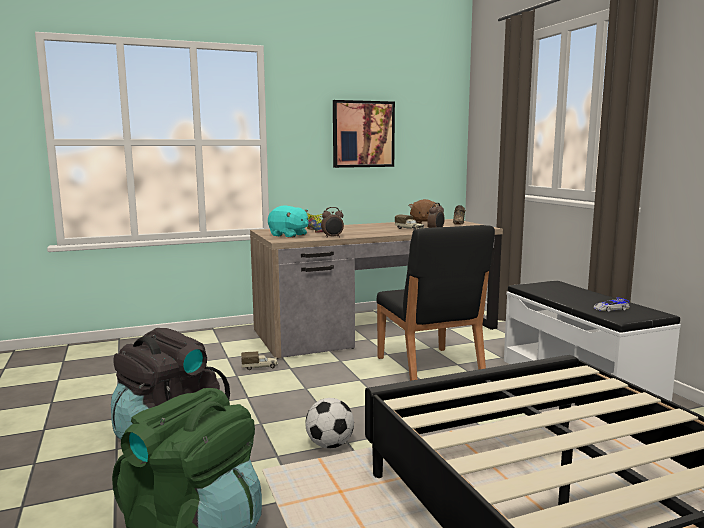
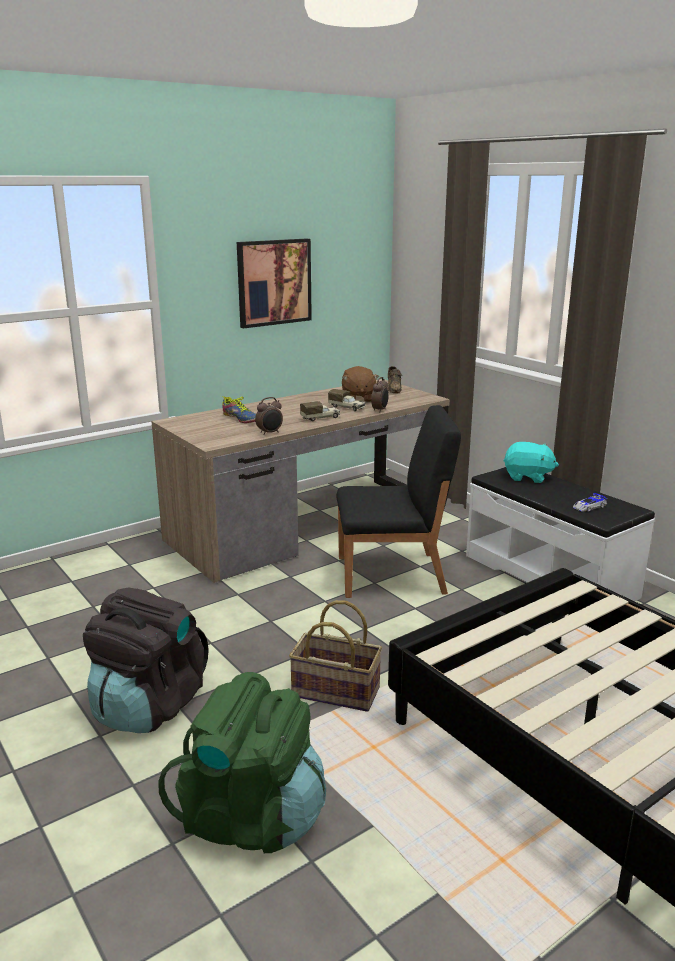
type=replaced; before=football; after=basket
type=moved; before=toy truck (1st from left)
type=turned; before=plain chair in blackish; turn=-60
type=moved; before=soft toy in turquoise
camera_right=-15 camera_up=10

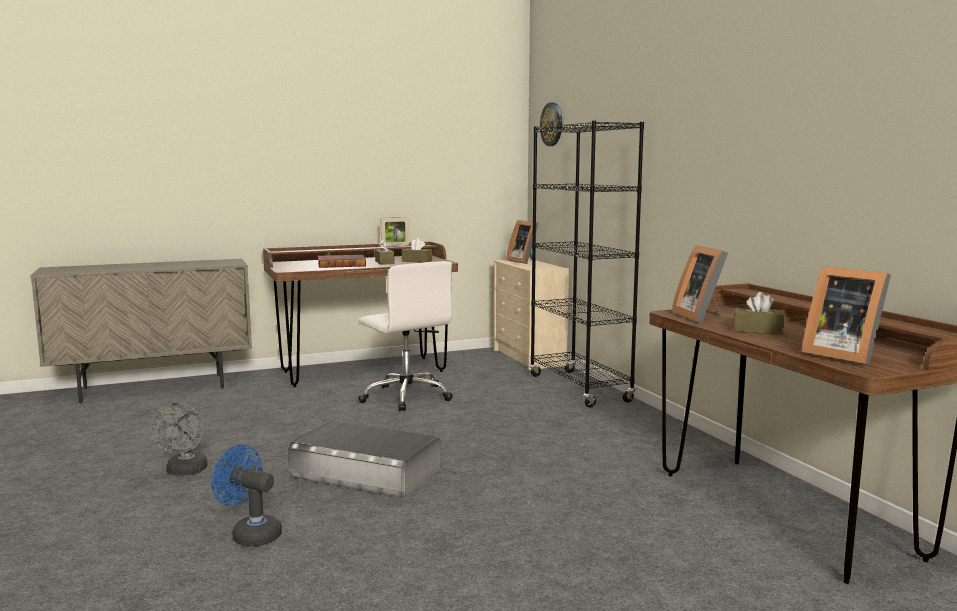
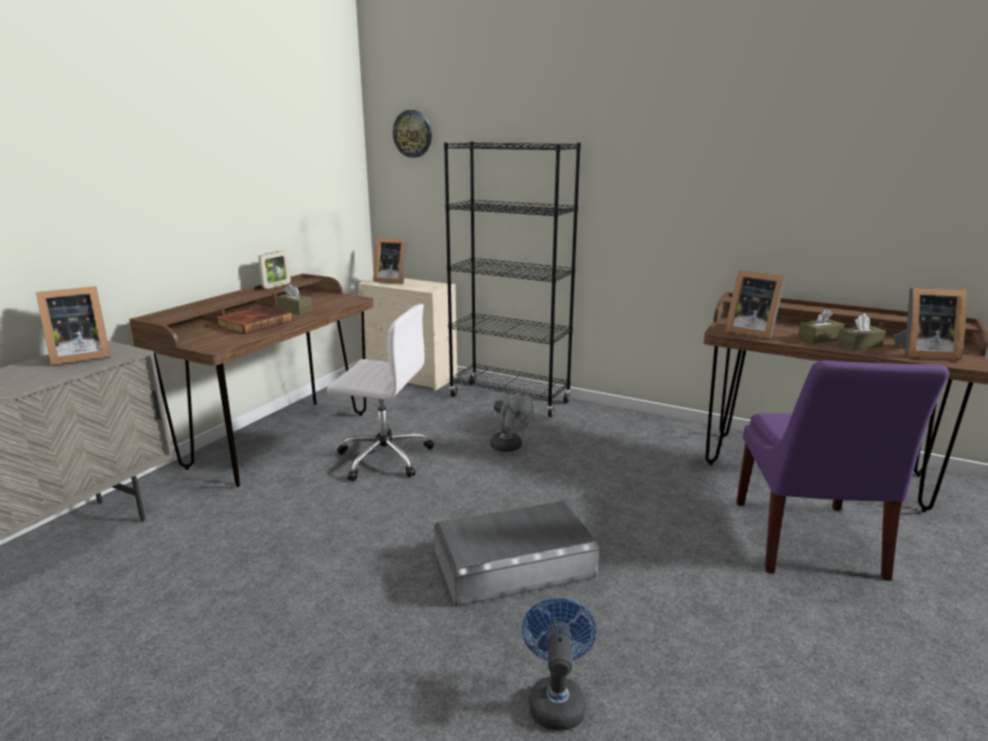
type=added; after=photo frame (1st from left)
type=moved; before=cooling fan in gray
type=turned; before=cooling fan in bluish; turn=105
type=added; after=plain chair in purple
type=moved; before=tissue holder in brown (2nd from left in the first image); after=tissue holder in brown (3rd from left)
camera_right=-40 camera_up=10

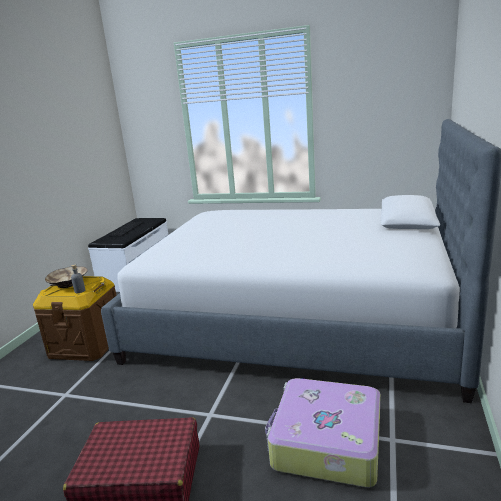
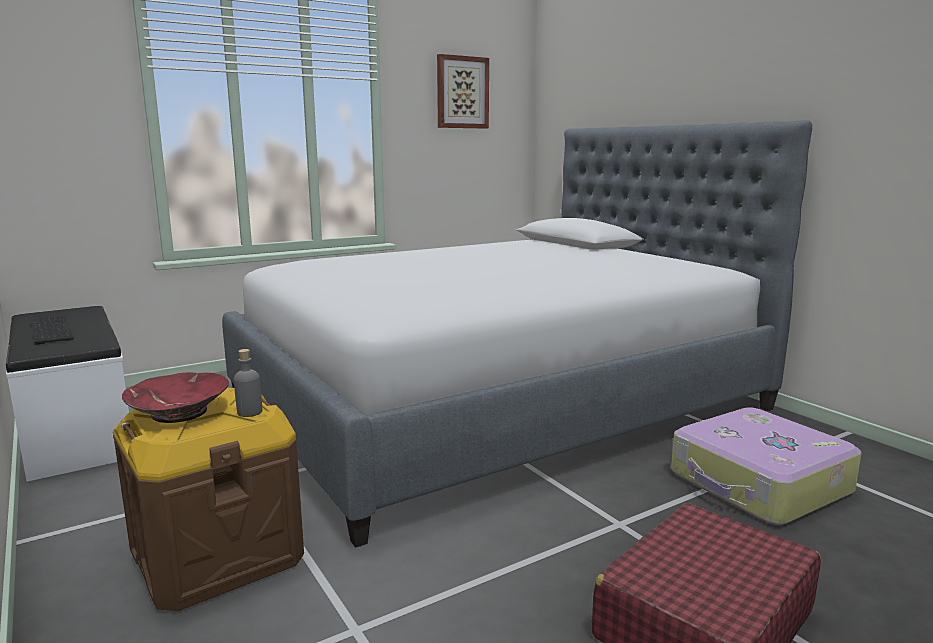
type=recoloured; before=bowl in beige-coloured; after=bowl in reddish
type=added; after=wall art
camera_right=-50 camera_up=-5

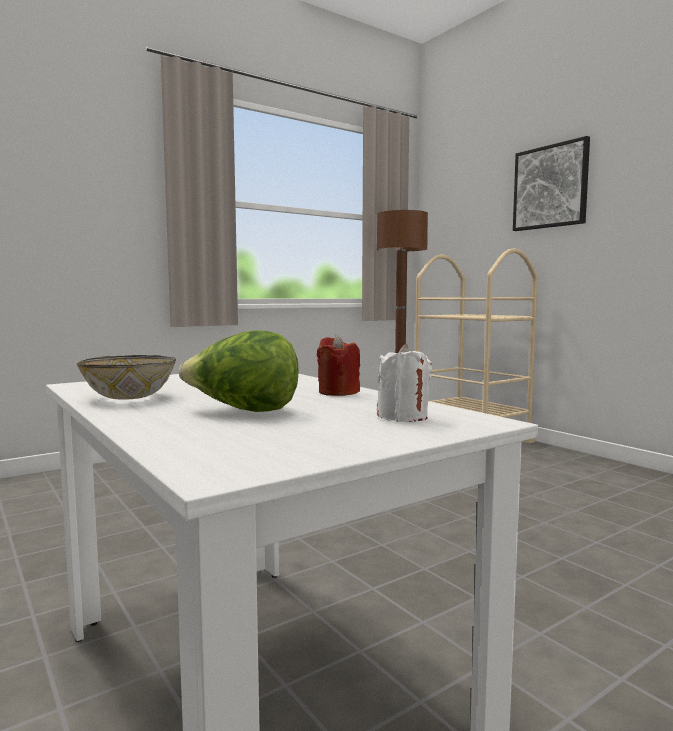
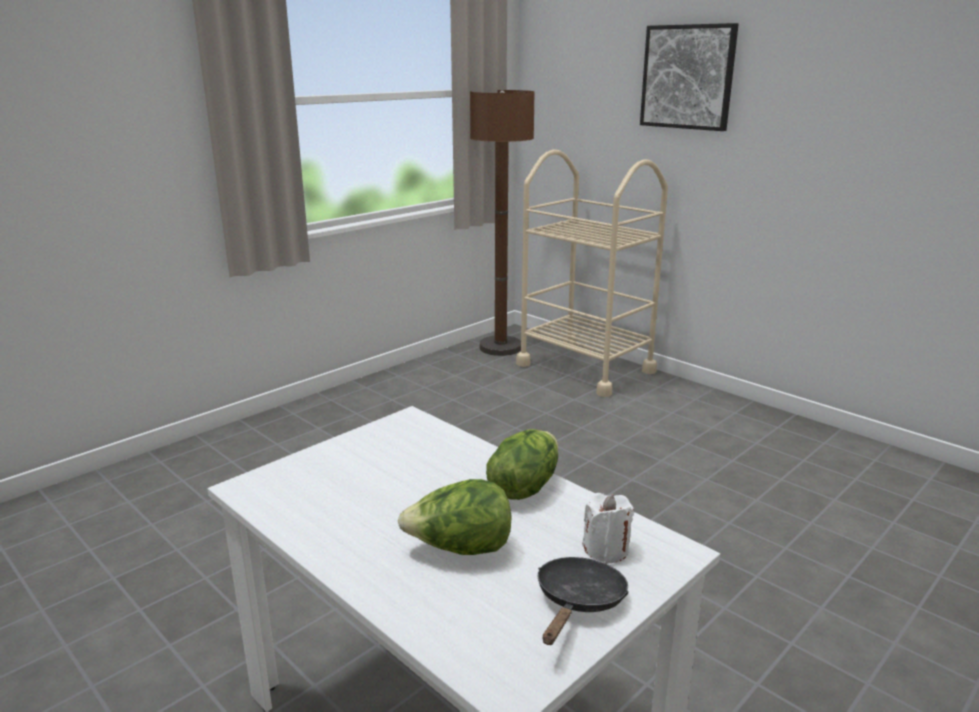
type=replaced; before=wax light in reddish; after=head of lettuce (2nd from left)
type=added; after=pan in blackish
type=removed; before=bowl
camera_right=-10 camera_up=15

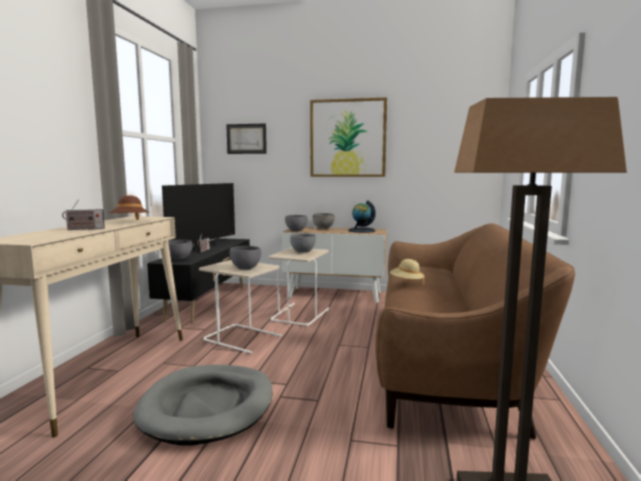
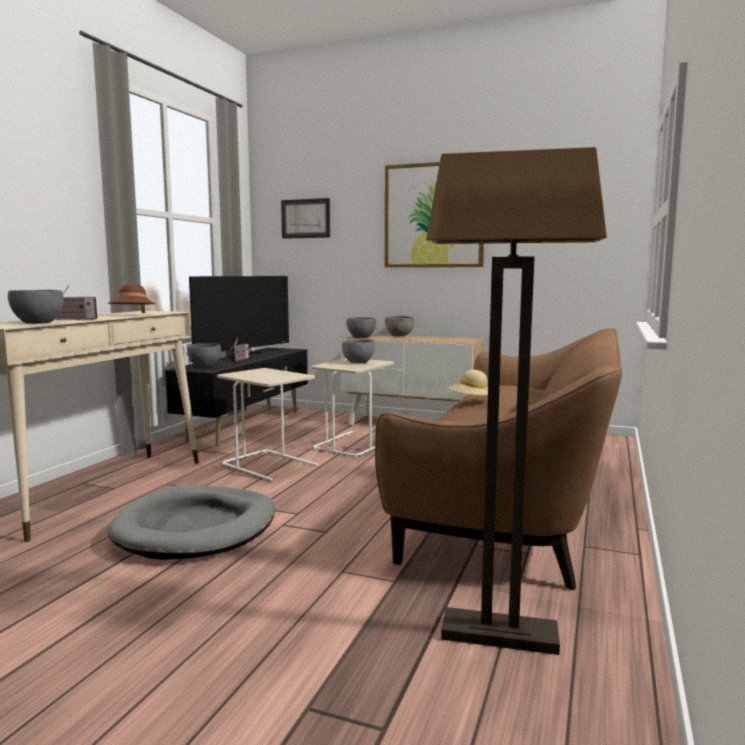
type=moved; before=bowl in gray (2nd from left in the first image); after=bowl in gray (1st from left)
type=removed; before=desk globe
camera_right=10 camera_up=0

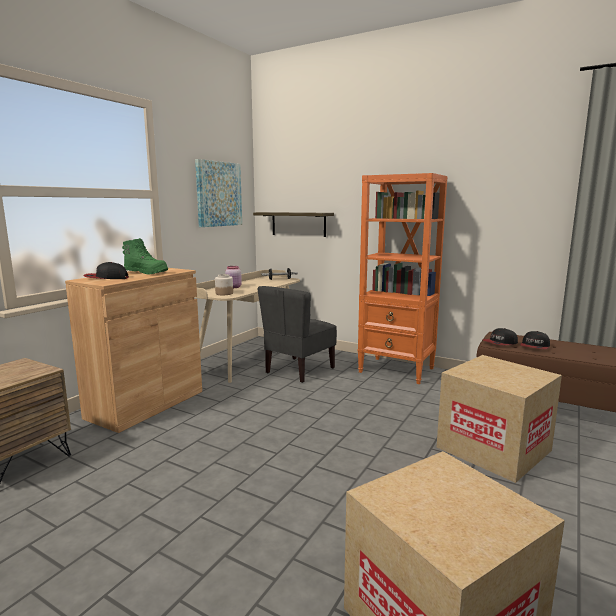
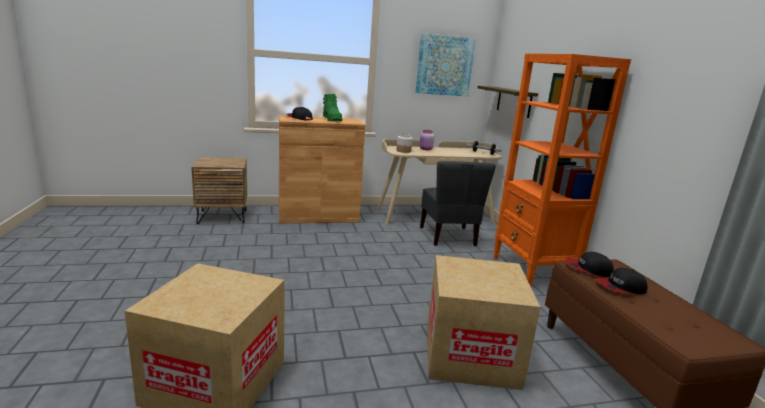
type=turned; before=plain chair in gray; turn=-90
camera_right=45 camera_up=5

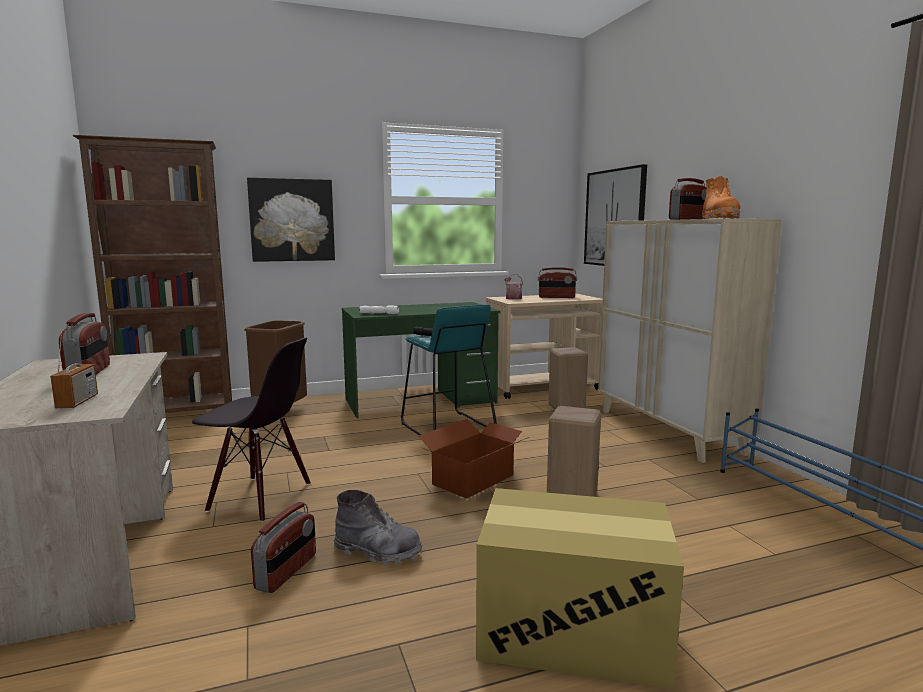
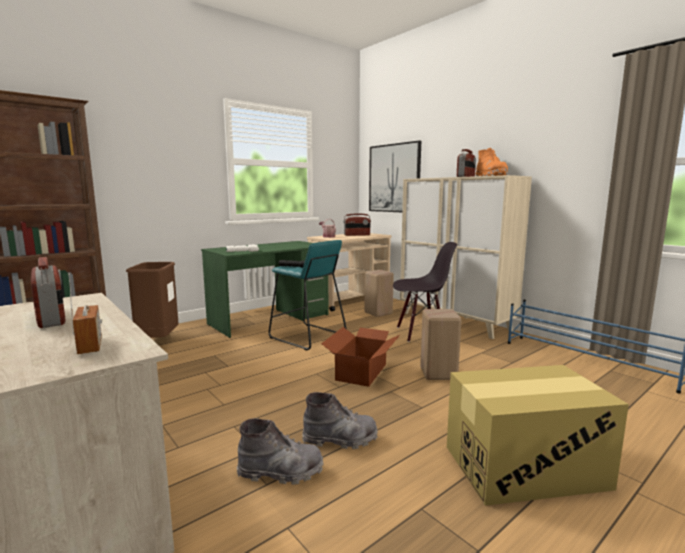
type=replaced; before=radio receiver (3rd from left); after=tall boot in gray (1st from left)
type=moved; before=plain chair in blackish
type=removed; before=wall art (1st from left)
camera_right=-20 camera_up=0

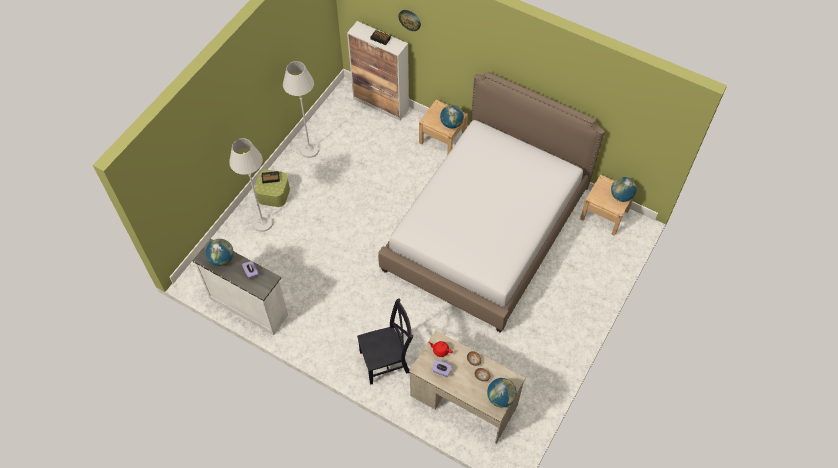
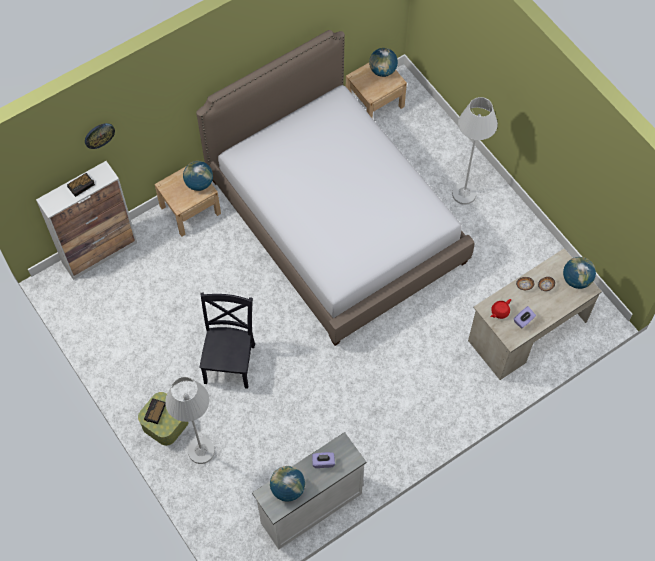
type=moved; before=plain chair in blackish
type=moved; before=standard lamp in whitish (2nd from left)
camera_right=-65 camera_up=5

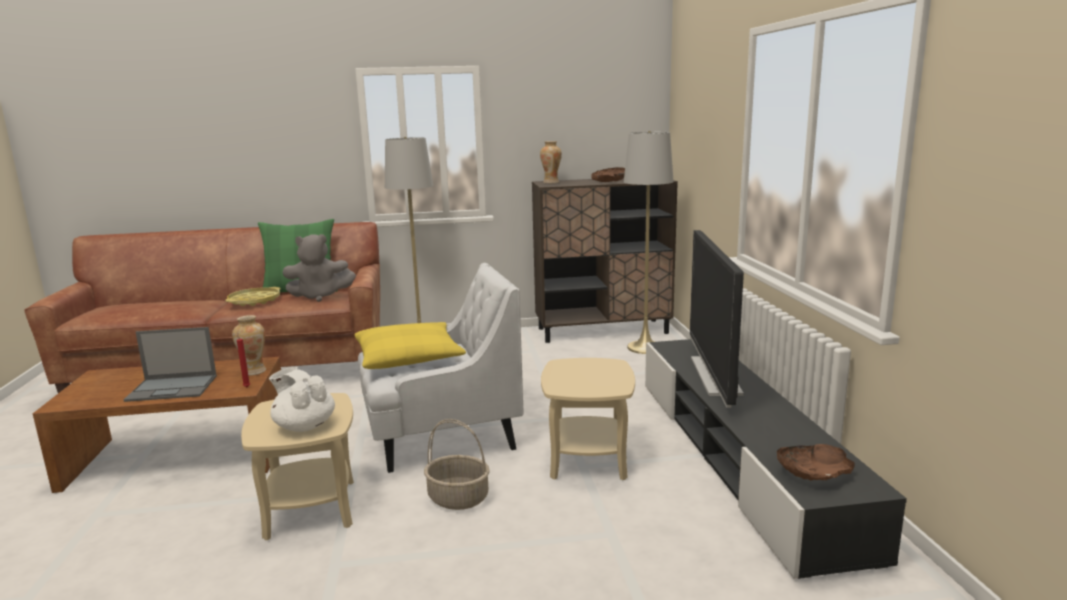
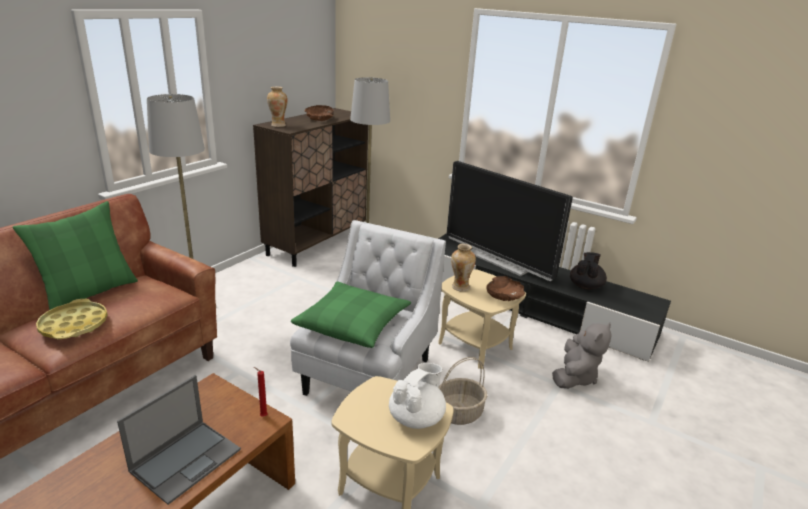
type=recoloured; before=pillow in yellow-coloured; after=pillow in green (2nd from left)
type=turned; before=teapot in whitish; turn=135
type=moved; before=vase (1st from left in the first image); after=vase (2nd from left)
type=moved; before=bowl in brown (2nd from left)
type=moved; before=soft toy in gray
type=added; after=teapot in blackish
camera_right=-50 camera_up=10

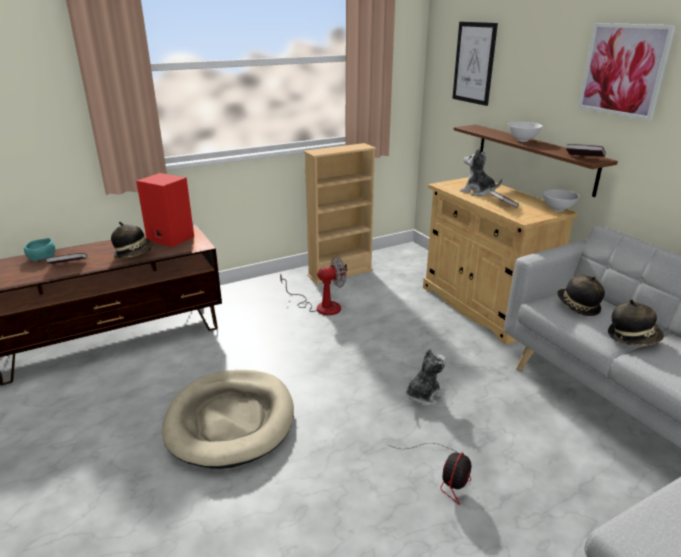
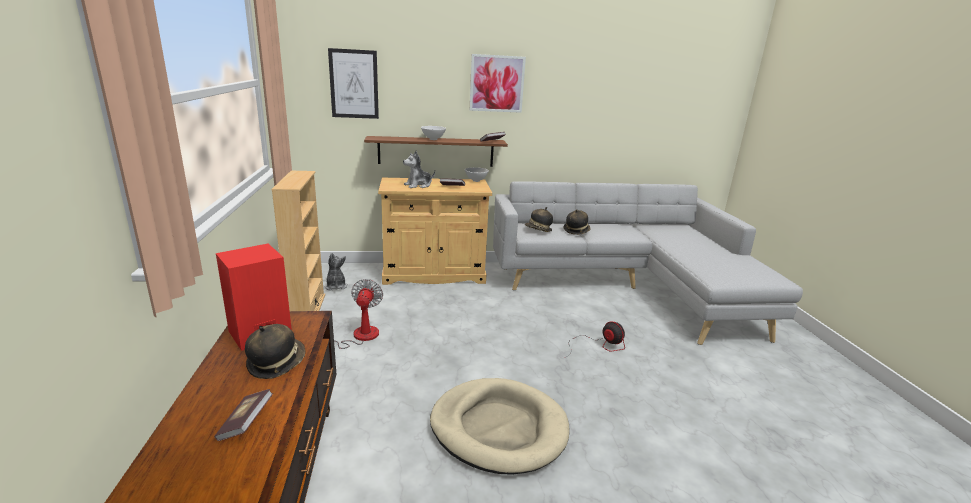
type=moved; before=soft toy (1st from left)
type=removed; before=bowl in turquoise
camera_right=-70 camera_up=-5

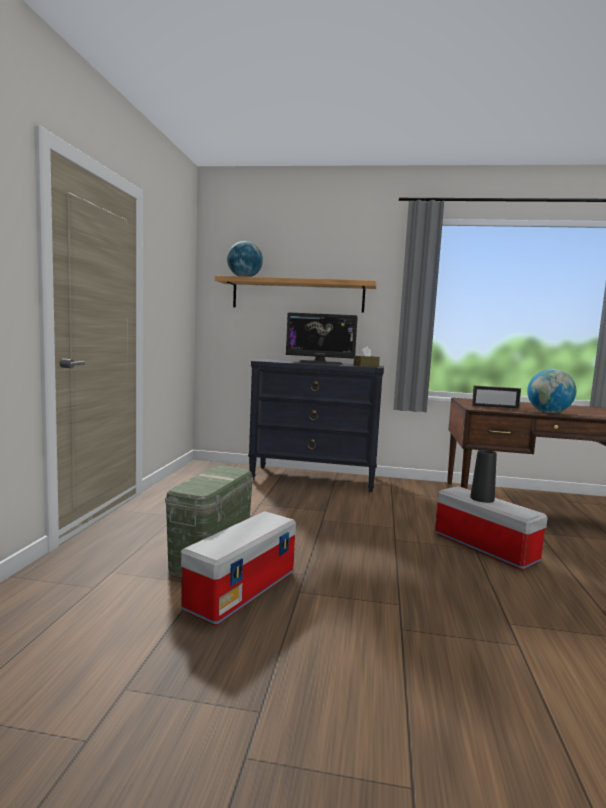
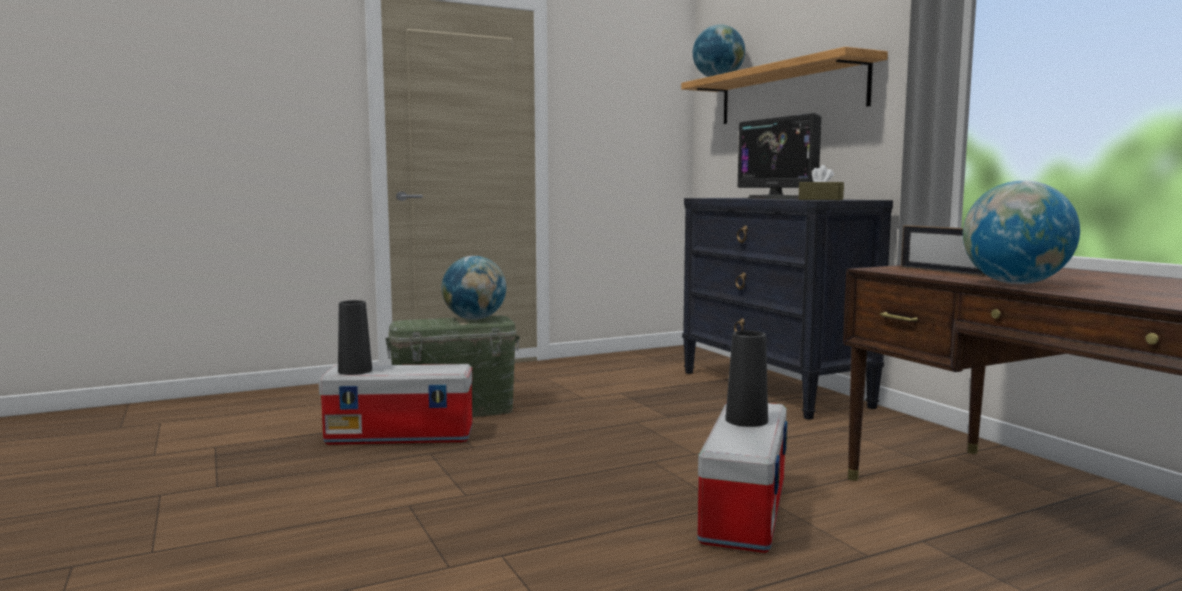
type=added; after=vase in blackish (1st from left)
type=added; after=desk globe (1st from left)
camera_right=55 camera_up=0

